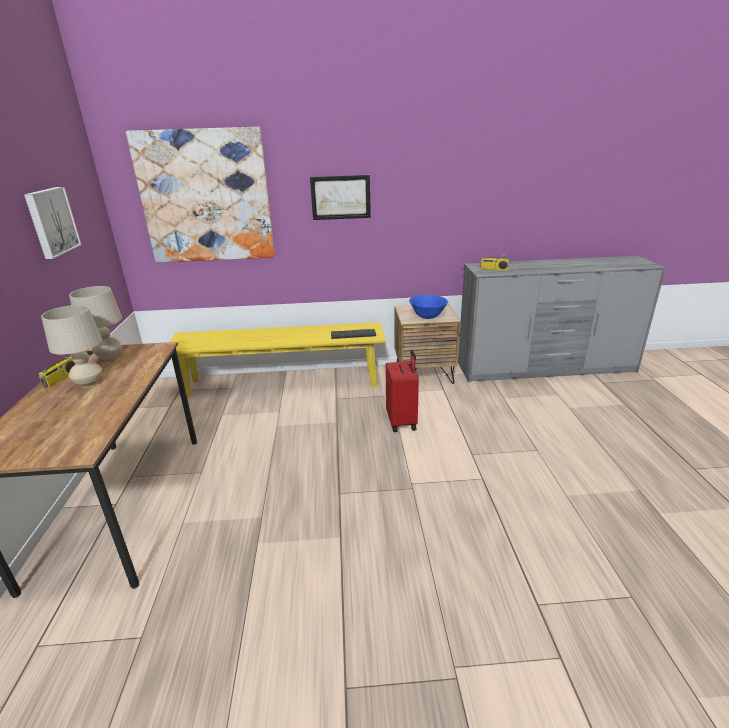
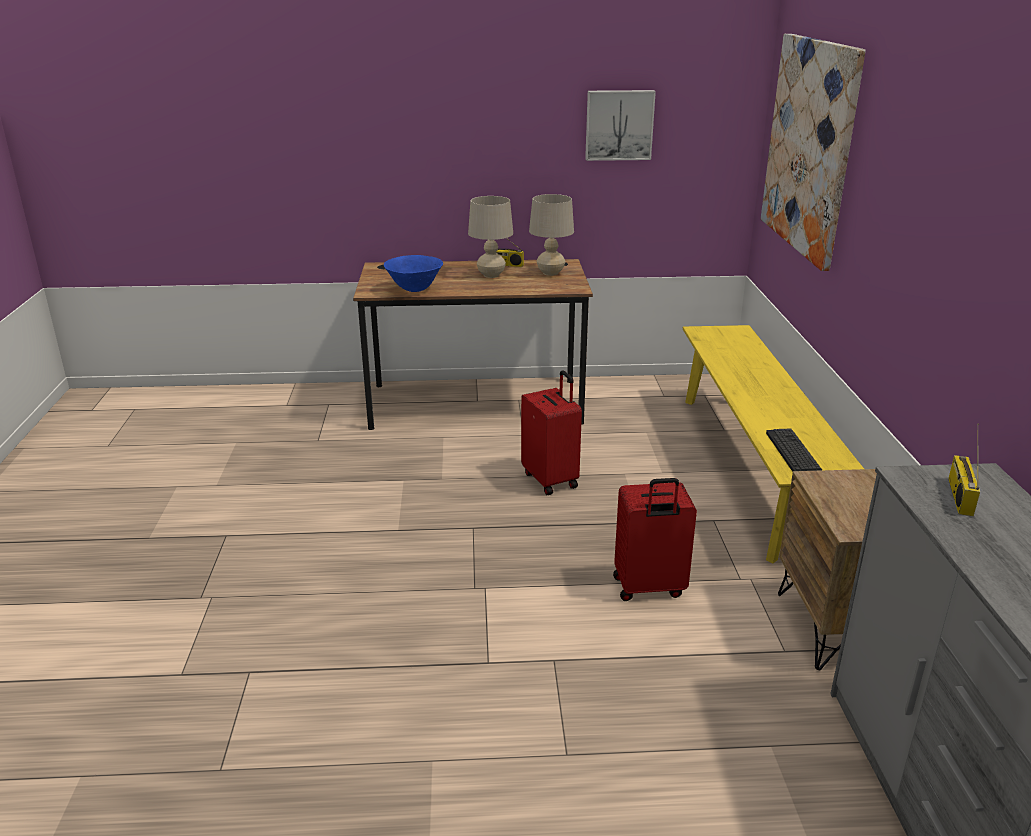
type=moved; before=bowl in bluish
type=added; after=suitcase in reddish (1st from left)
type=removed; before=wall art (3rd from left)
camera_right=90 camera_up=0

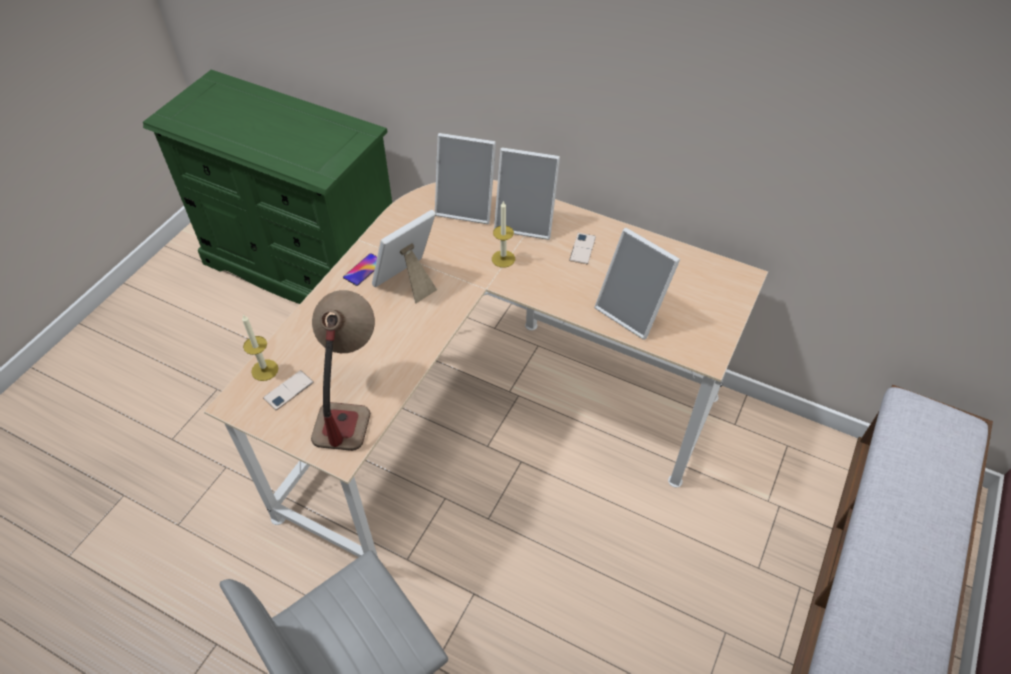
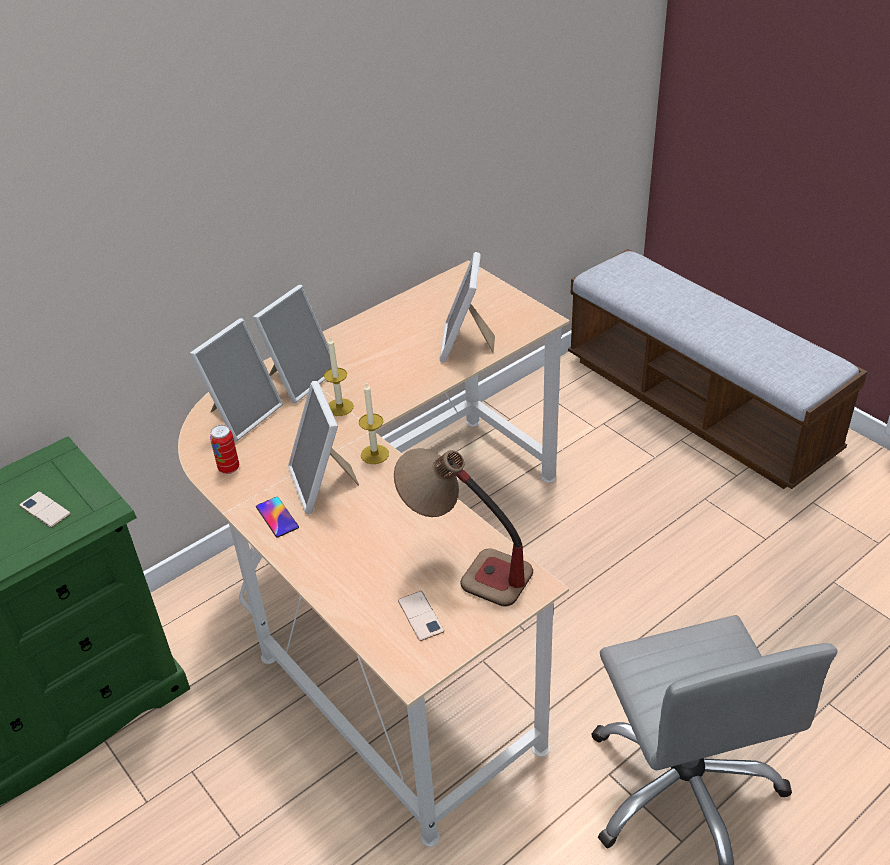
type=moved; before=handset (3rd from left in the first image); after=handset (1st from left)
type=added; after=metal can
type=moved; before=wax light (1st from left in the first image); after=wax light (2nd from left)
type=turned; before=photo frame (4th from left); turn=120
camera_right=-65 camera_up=-10

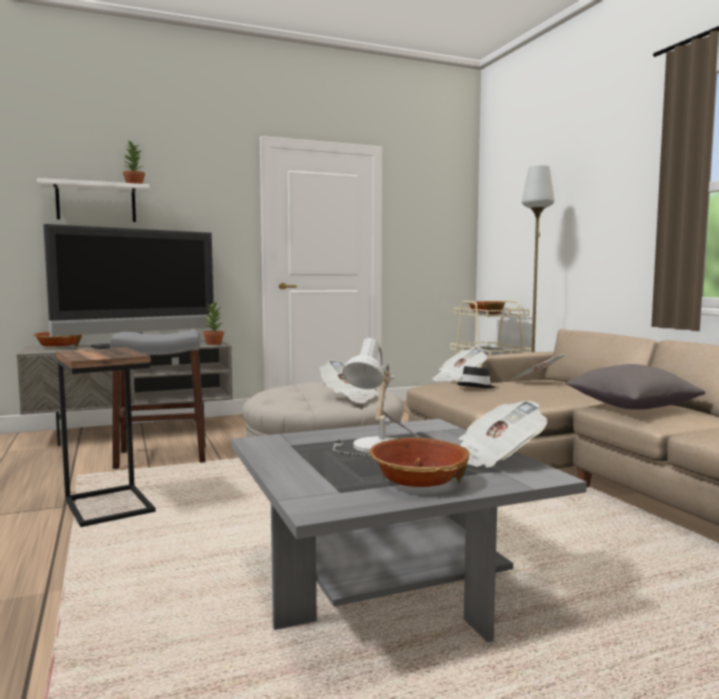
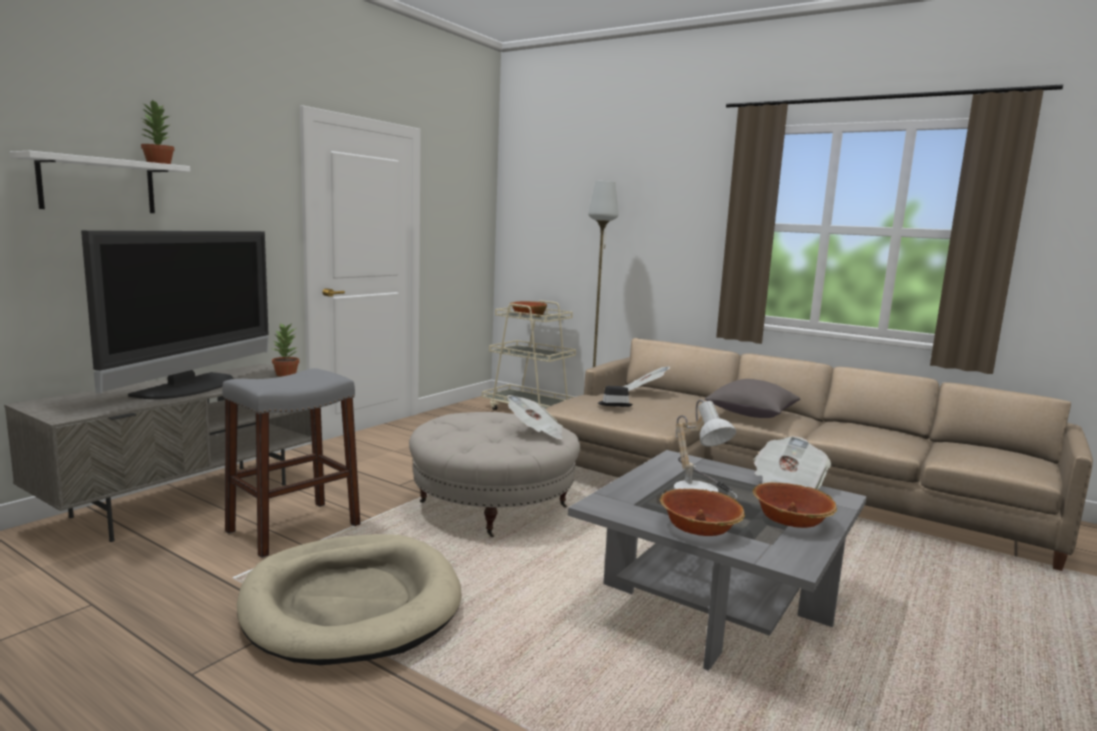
type=replaced; before=end table; after=pet bed in beige-coloured
type=moved; before=bowl (1st from left in the first image); after=bowl (2nd from left)
type=removed; before=daily paper (2nd from left)
camera_right=-35 camera_up=5

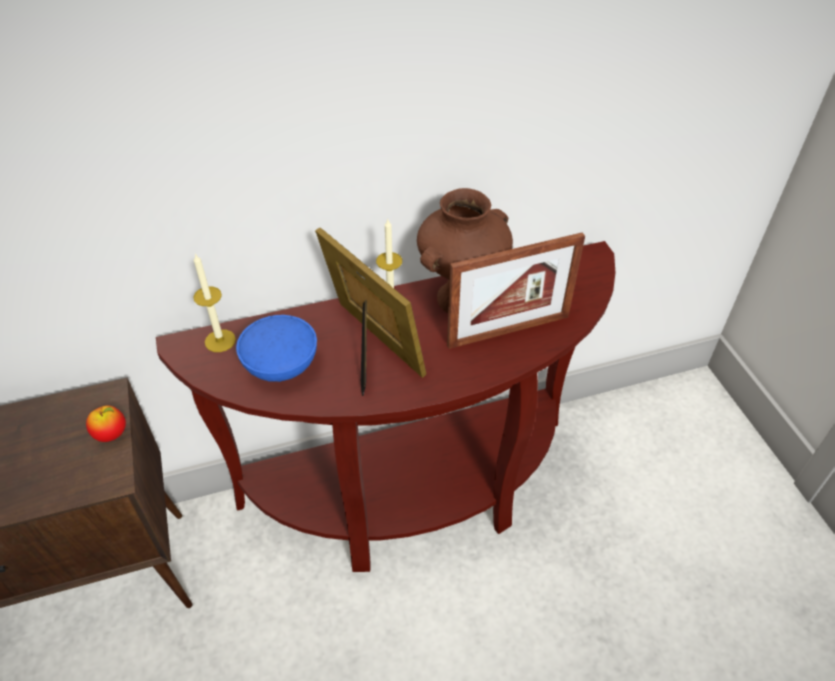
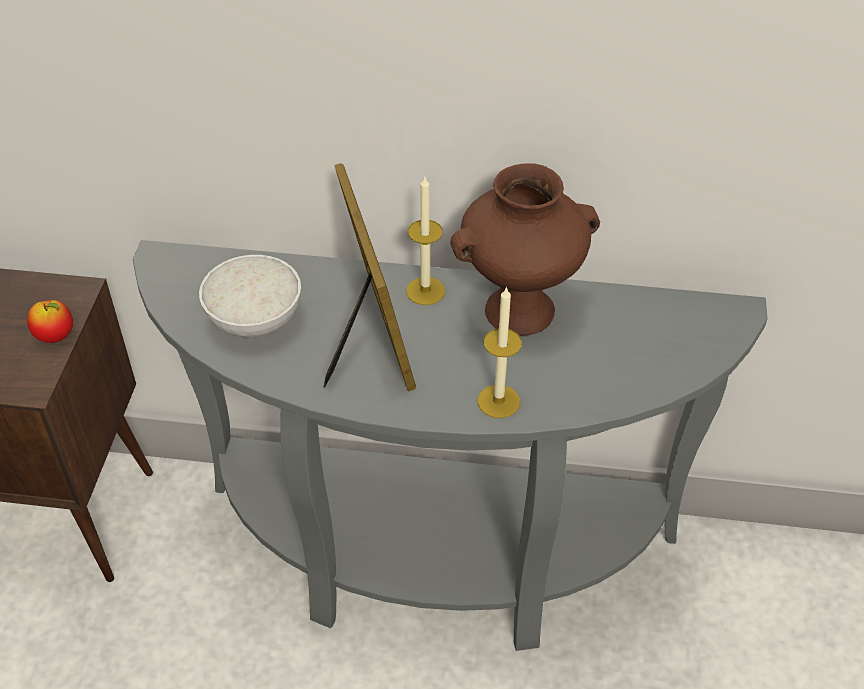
type=recoloured; before=hall table in brown; after=hall table in gray
type=recoloured; before=bowl in bluish; after=bowl in whitish
type=moved; before=wax light (1st from left in the first image); after=wax light (2nd from left)
type=removed; before=photo frame (2nd from left)
camera_right=25 camera_up=0

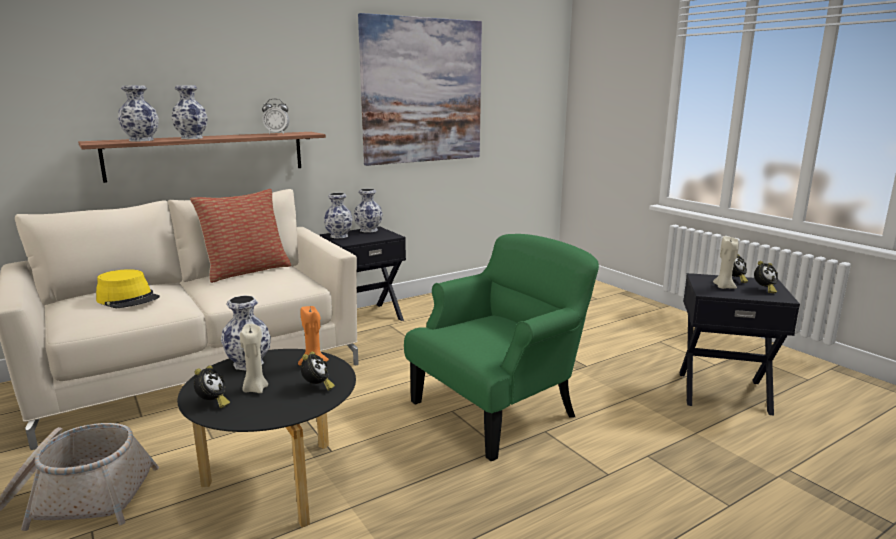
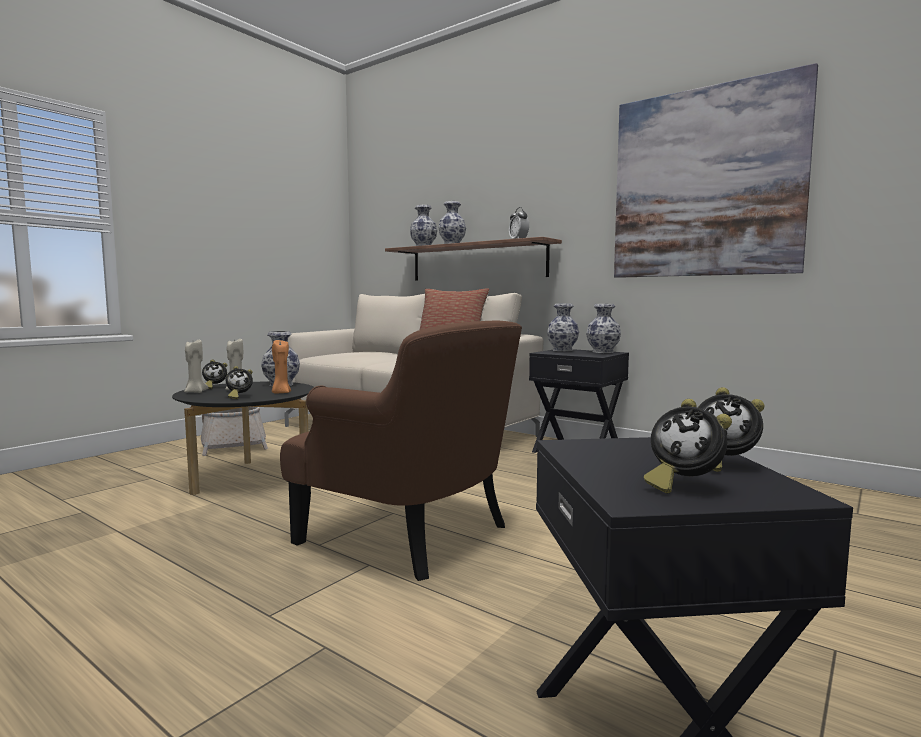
type=moved; before=wax light in beige-coloured (2nd from left in the first image); after=wax light in beige-coloured (1st from left)
type=recoloured; before=armchair in green; after=armchair in brown
type=removed; before=wearable hat in yellow-coloured
camera_right=70 camera_up=-10

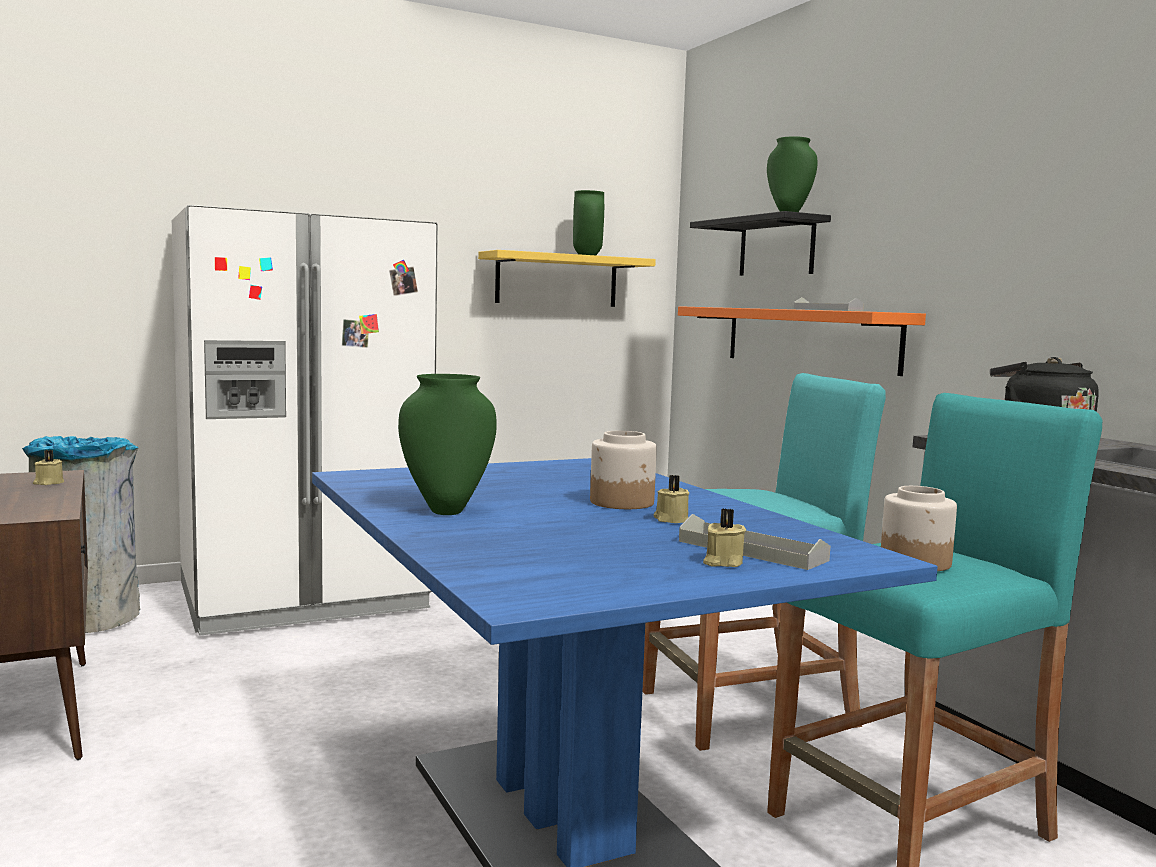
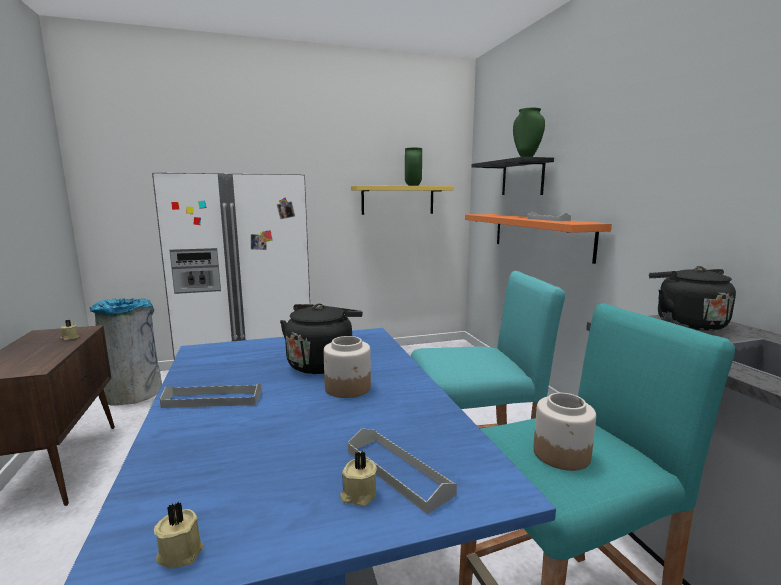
type=moved; before=wax light in beige-coloured (2nd from left)
type=replaced; before=vase in green (1st from left); after=tray in gray (1st from left)
type=added; after=water kettle in blackish (1st from left)
camera_right=10 camera_up=5

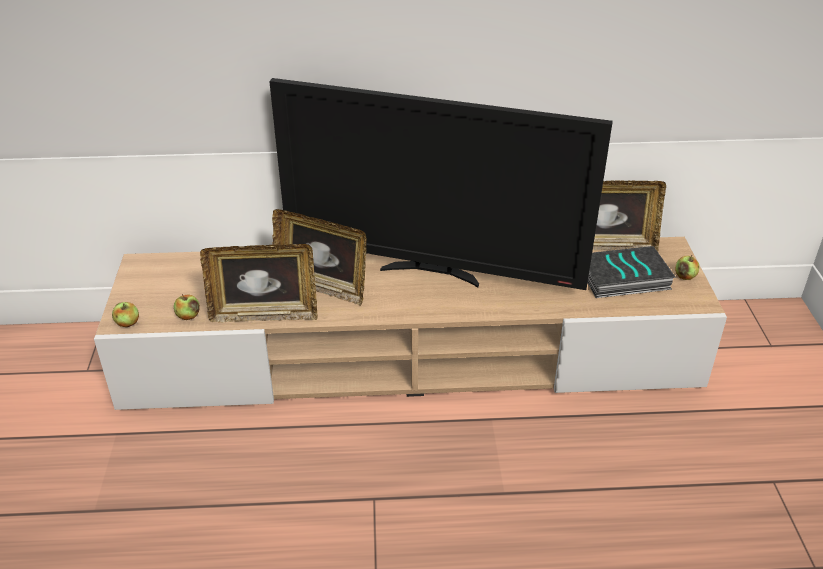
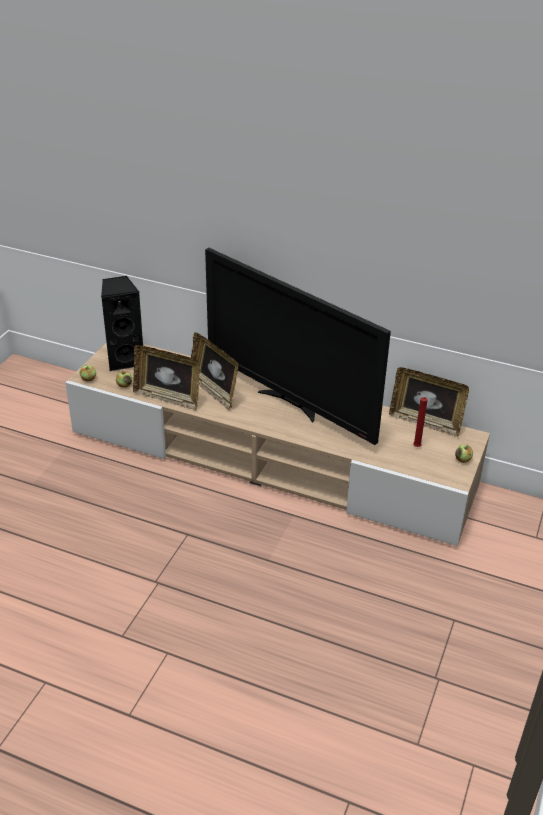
type=added; after=audio speaker in blackish
type=replaced; before=volume; after=wax light in reddish
camera_right=25 camera_up=0

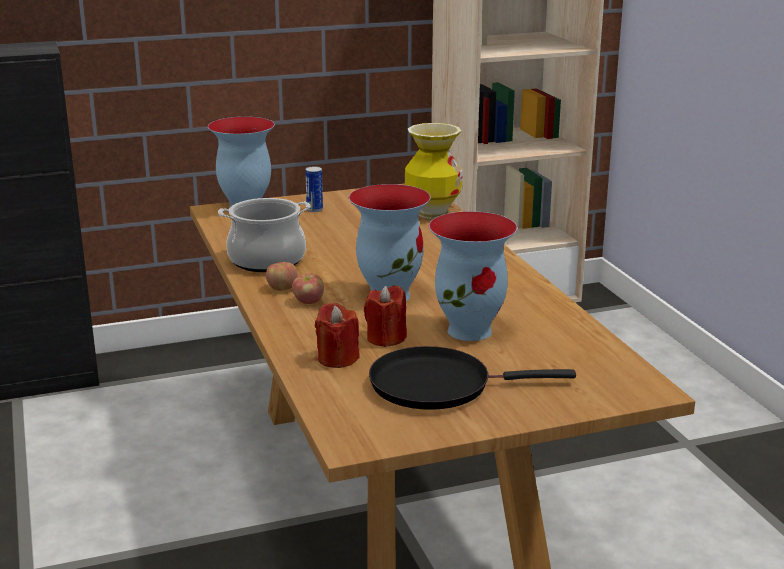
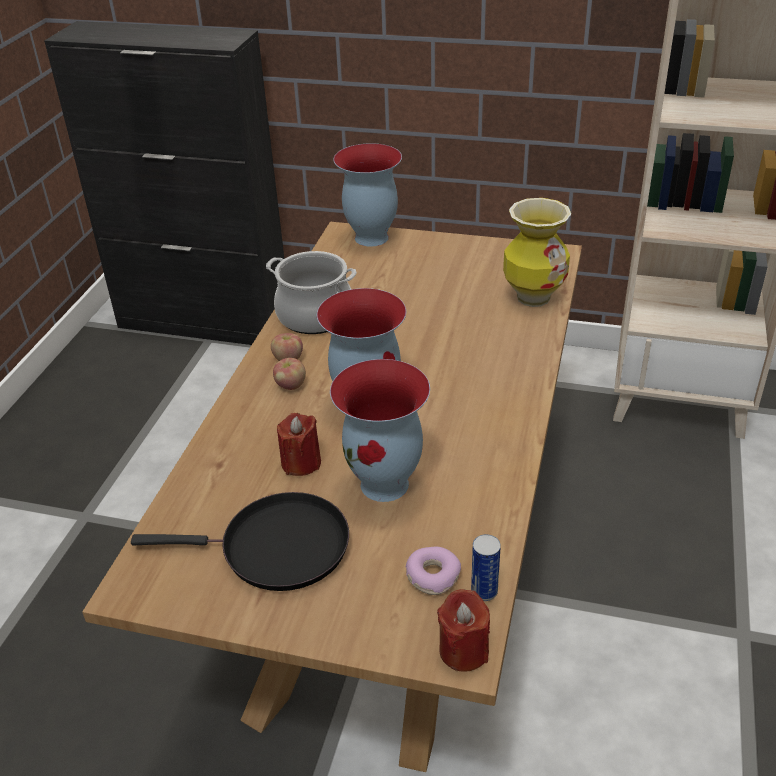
type=turned; before=pan in blackish; turn=150
type=added; after=ring doughnut
type=moved; before=wax light in reddish (1st from left in the first image); after=wax light in reddish (2nd from left)
type=moved; before=metal can
camera_right=35 camera_up=15

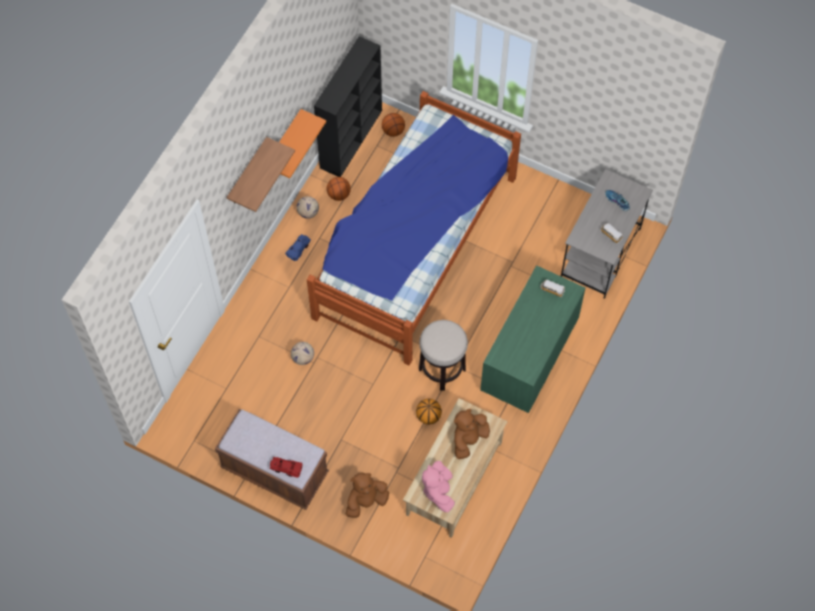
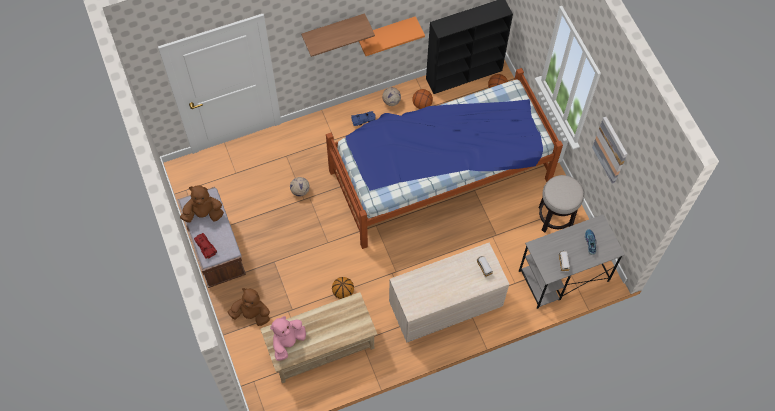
type=moved; before=soft toy in brown (2nd from left in the first image); after=soft toy in brown (1st from left)
type=recoloured; before=dresser in green; after=dresser in beige-coloured
type=moved; before=stool
type=added; after=wall art
camera_right=40 camera_up=0

